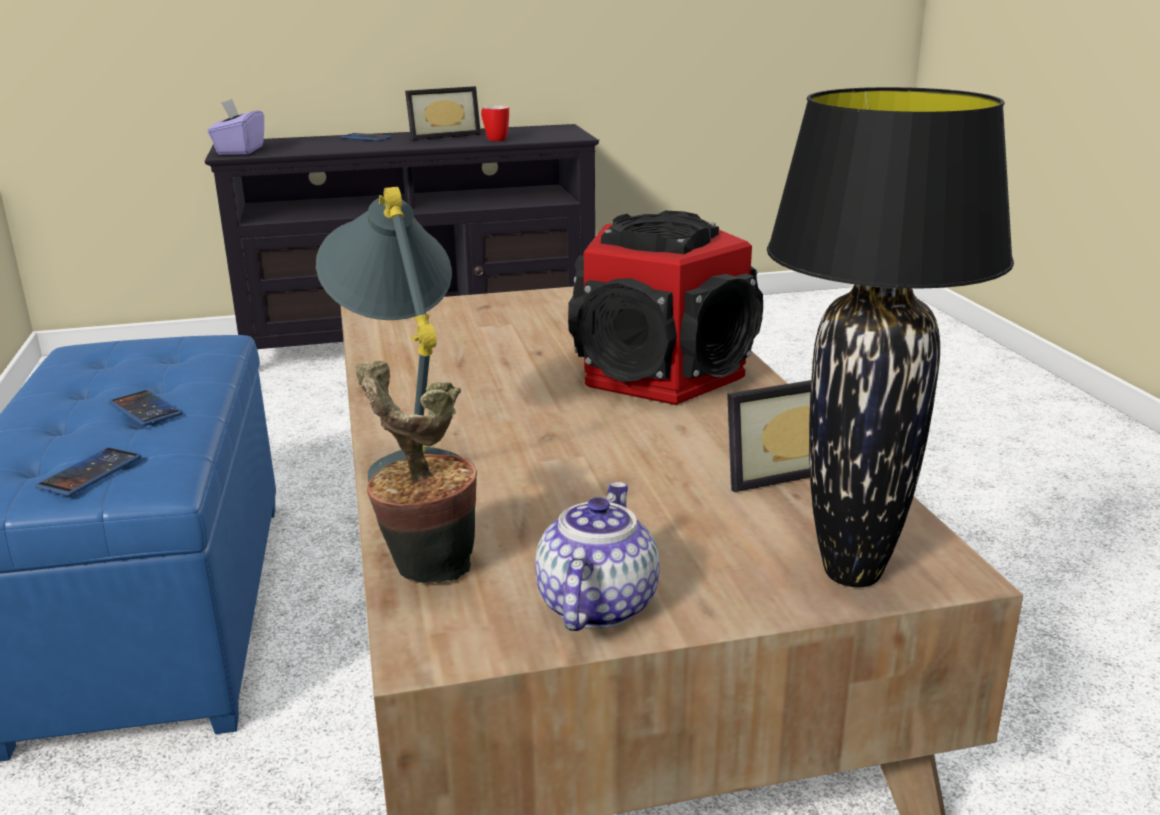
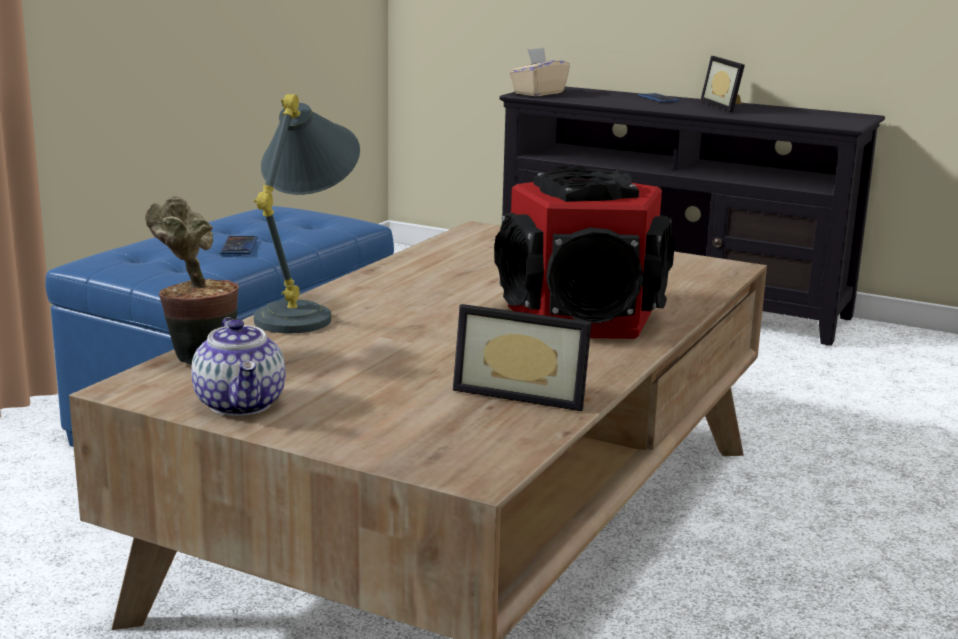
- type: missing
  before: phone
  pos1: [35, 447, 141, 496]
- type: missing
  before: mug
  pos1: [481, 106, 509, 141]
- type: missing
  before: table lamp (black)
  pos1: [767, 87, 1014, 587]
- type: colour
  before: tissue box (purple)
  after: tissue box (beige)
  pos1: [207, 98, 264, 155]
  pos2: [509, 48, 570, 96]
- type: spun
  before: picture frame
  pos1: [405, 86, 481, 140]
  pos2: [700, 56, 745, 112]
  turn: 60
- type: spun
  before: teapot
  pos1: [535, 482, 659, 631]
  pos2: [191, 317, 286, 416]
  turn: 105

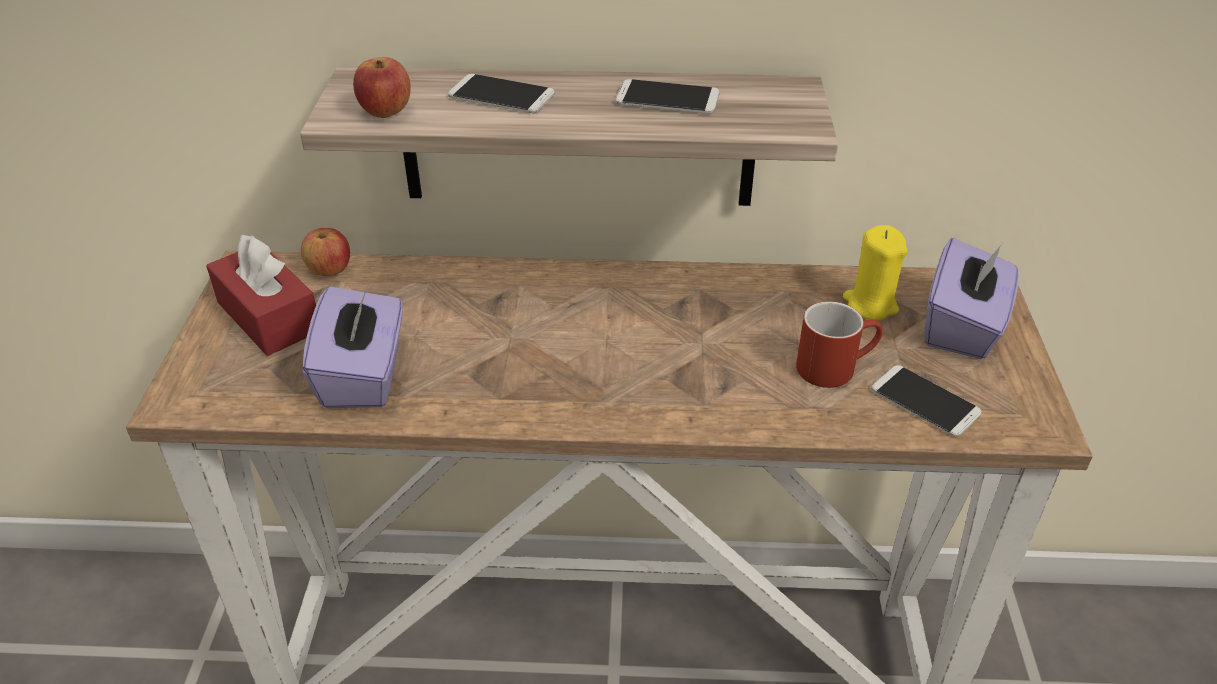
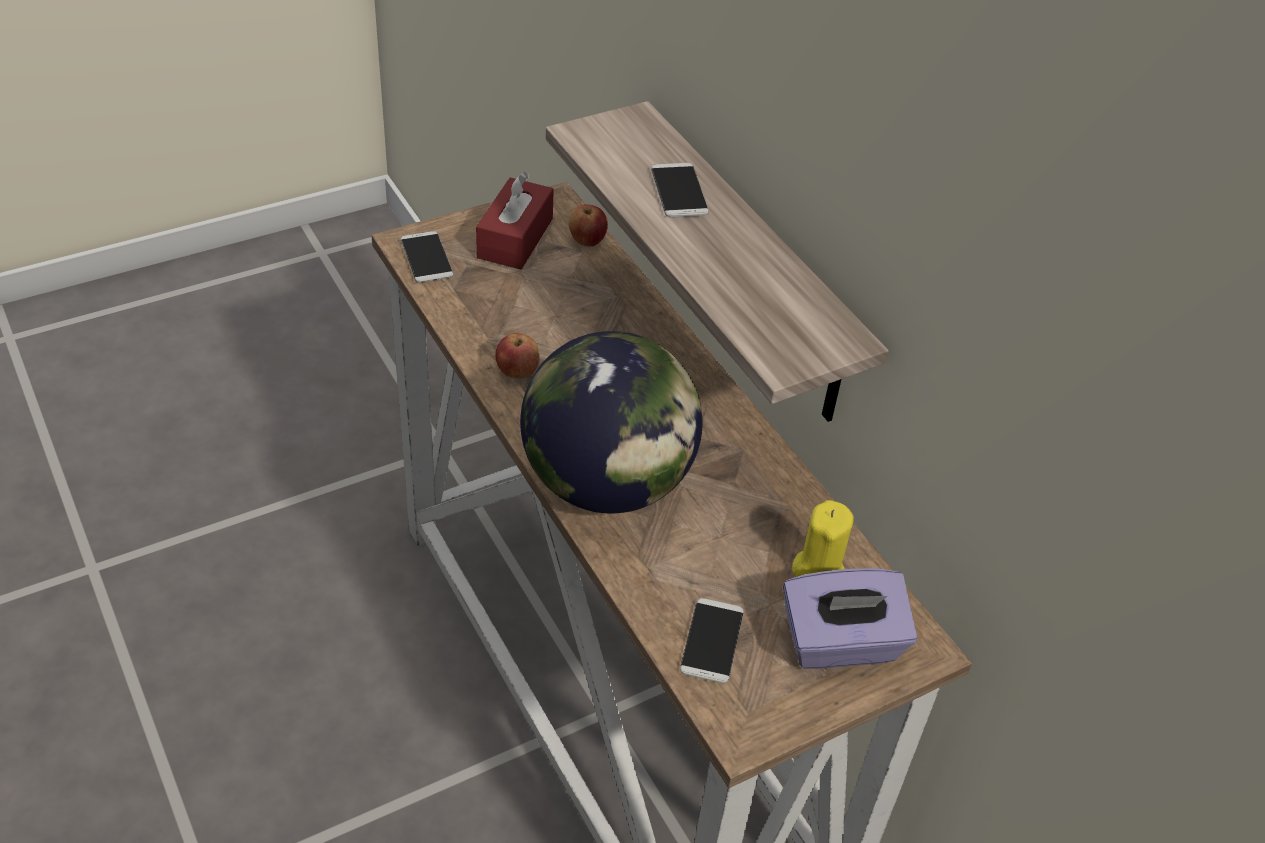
- type: missing
  before: tissue box (purple)
  pos1: [302, 283, 403, 408]
- type: missing
  before: mug (red)
  pos1: [796, 301, 883, 388]
- type: appeared
  after: globe
  pos2: [520, 331, 703, 513]
- type: relocated
  before: apple
  pos1: [353, 57, 411, 118]
  pos2: [495, 333, 540, 379]
- type: relocated
  before: phone
  pos1: [615, 79, 720, 114]
  pos2: [401, 231, 453, 283]

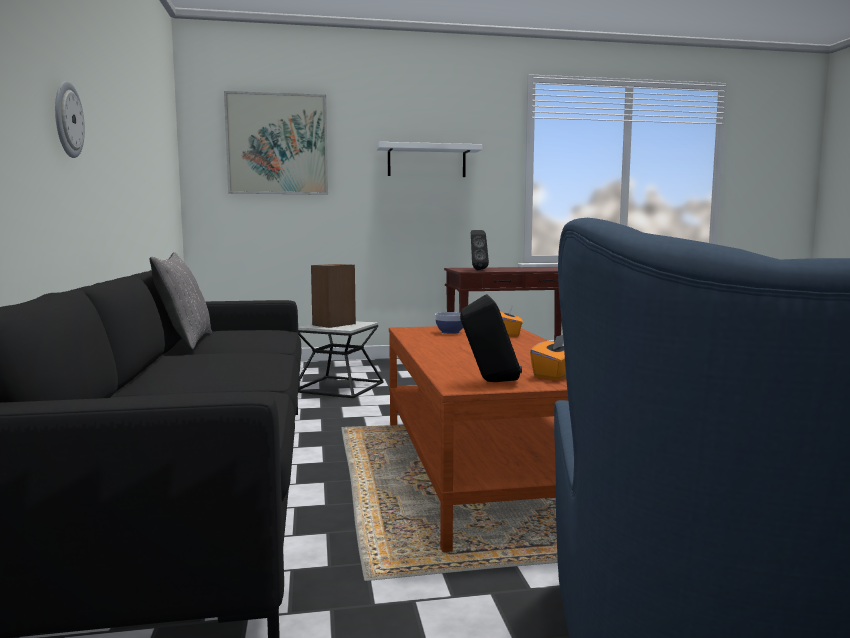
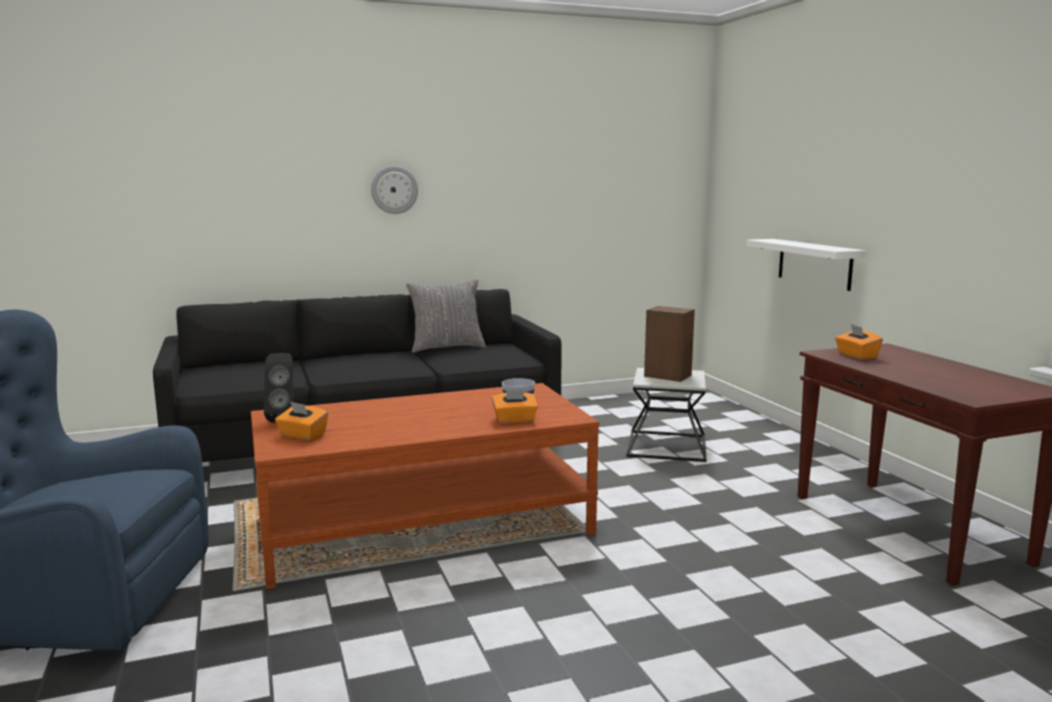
- type: missing
  before: picture
  pos1: [224, 91, 328, 195]
- type: relocated
  before: shelf (white)
  pos1: [376, 142, 483, 177]
  pos2: [747, 239, 866, 291]
- type: exchanged
  before: speaker (black)
  after: tissue box (orange)
  pos1: [471, 230, 489, 270]
  pos2: [835, 324, 883, 360]

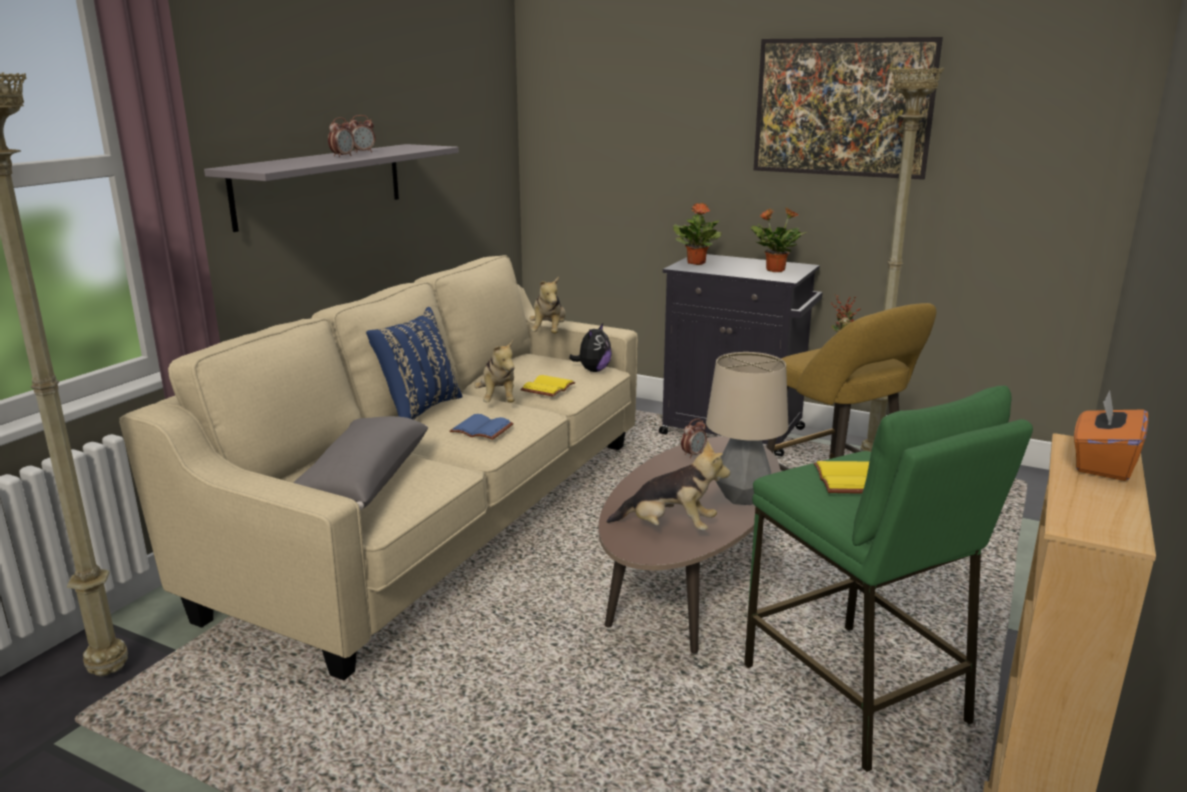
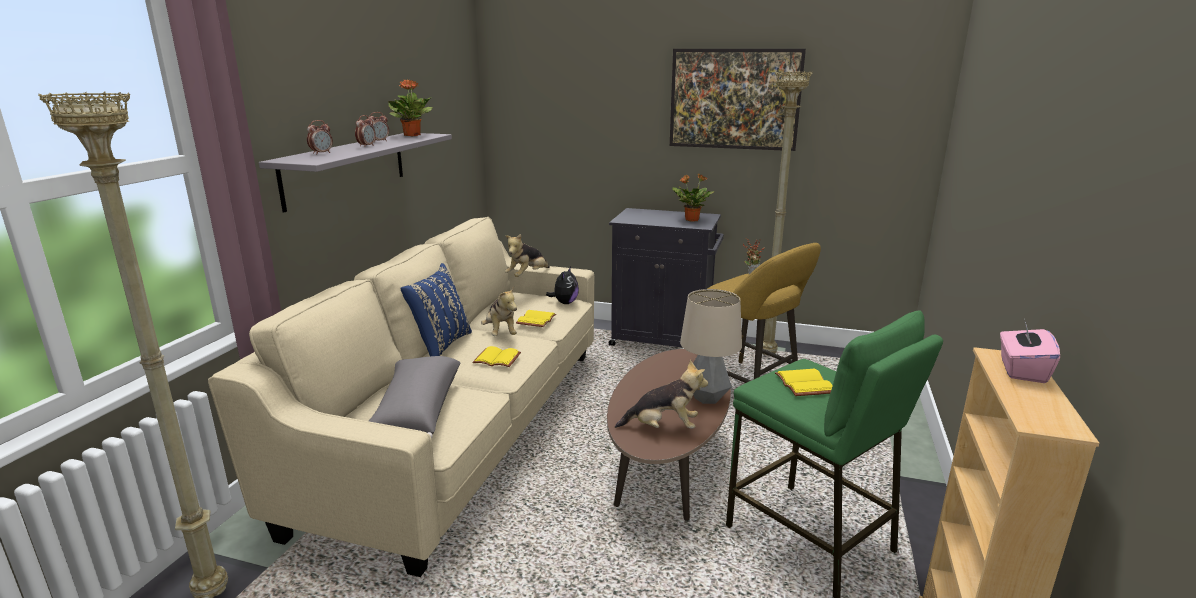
- type: relocated
  before: potted plant
  pos1: [673, 203, 722, 265]
  pos2: [388, 80, 433, 136]
- type: relocated
  before: alarm clock
  pos1: [681, 418, 707, 458]
  pos2: [307, 120, 333, 155]
- type: colour
  before: book (blue)
  after: book (yellow)
  pos1: [449, 414, 514, 440]
  pos2: [472, 346, 521, 367]
- type: colour
  before: tissue box (orange)
  after: tissue box (pink)
  pos1: [1074, 390, 1148, 481]
  pos2: [1000, 318, 1060, 383]
- type: spun
  before: plush toy
  pos1: [529, 277, 566, 333]
  pos2: [505, 234, 550, 277]
  turn: 45

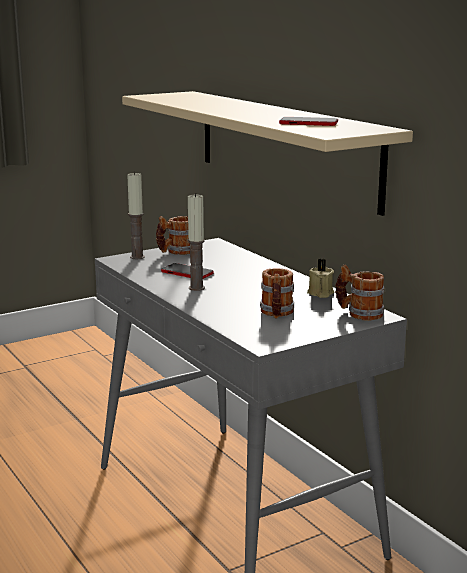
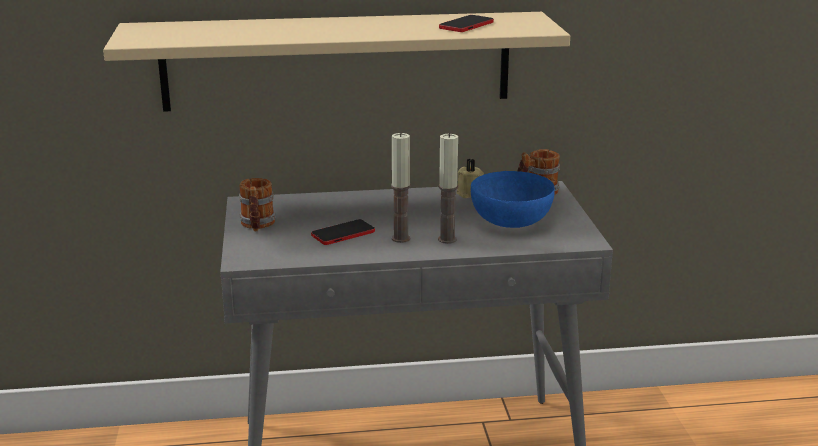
- type: relocated
  before: candle
  pos1: [127, 172, 145, 259]
  pos2: [438, 133, 458, 244]
- type: exchanged
  before: mug
  after: bowl (blue)
  pos1: [260, 268, 294, 318]
  pos2: [471, 171, 555, 228]

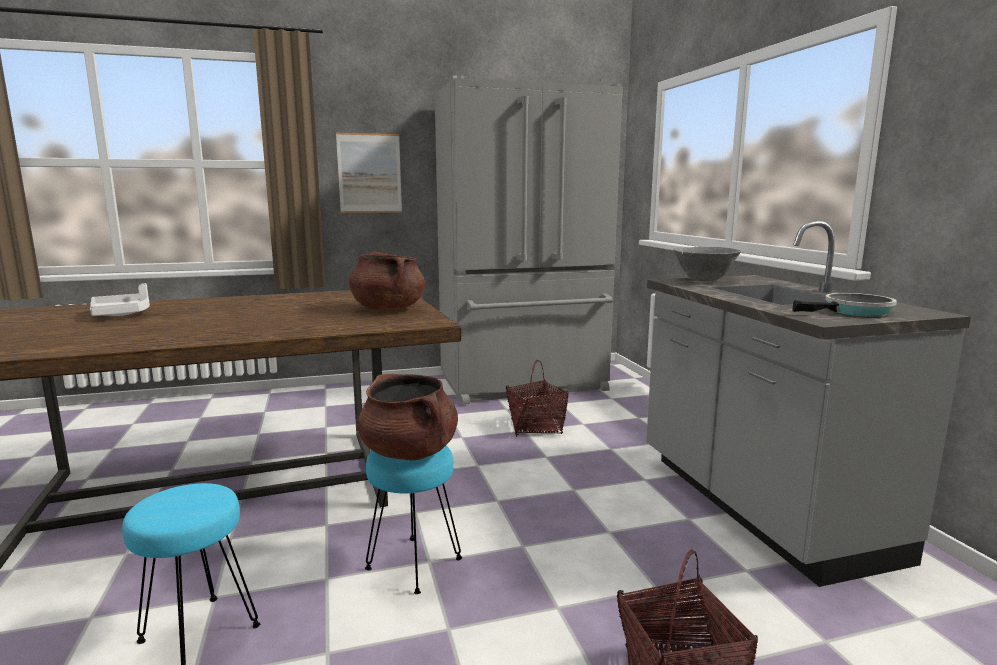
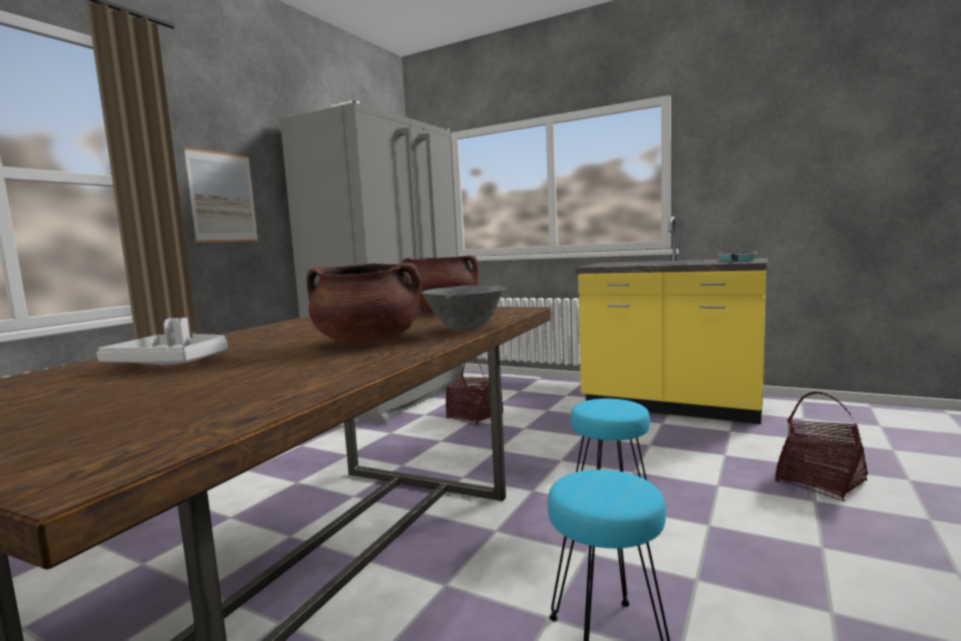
- type: relocated
  before: cooking pot (brown)
  pos1: [358, 374, 458, 461]
  pos2: [306, 262, 421, 343]
- type: relocated
  before: bowl (grey)
  pos1: [673, 247, 741, 281]
  pos2: [421, 285, 506, 330]
- type: colour
  before: counter (grey)
  after: counter (yellow)
  pos1: [646, 221, 971, 587]
  pos2: [575, 217, 768, 424]

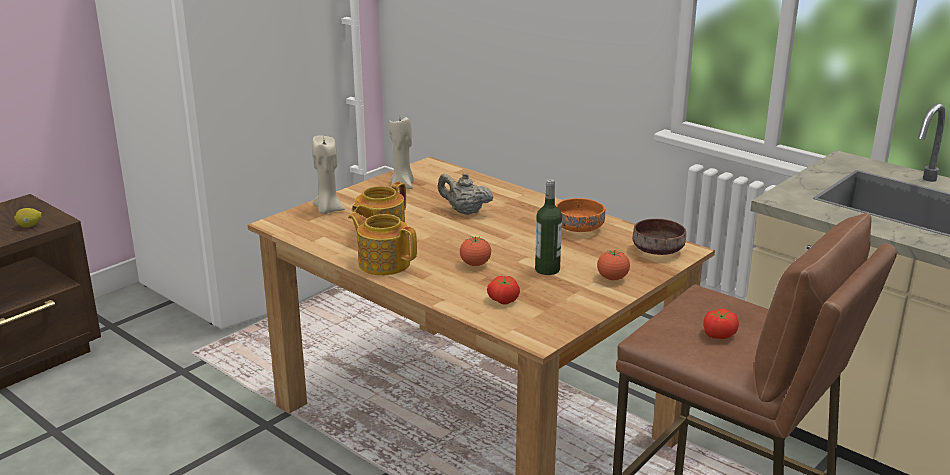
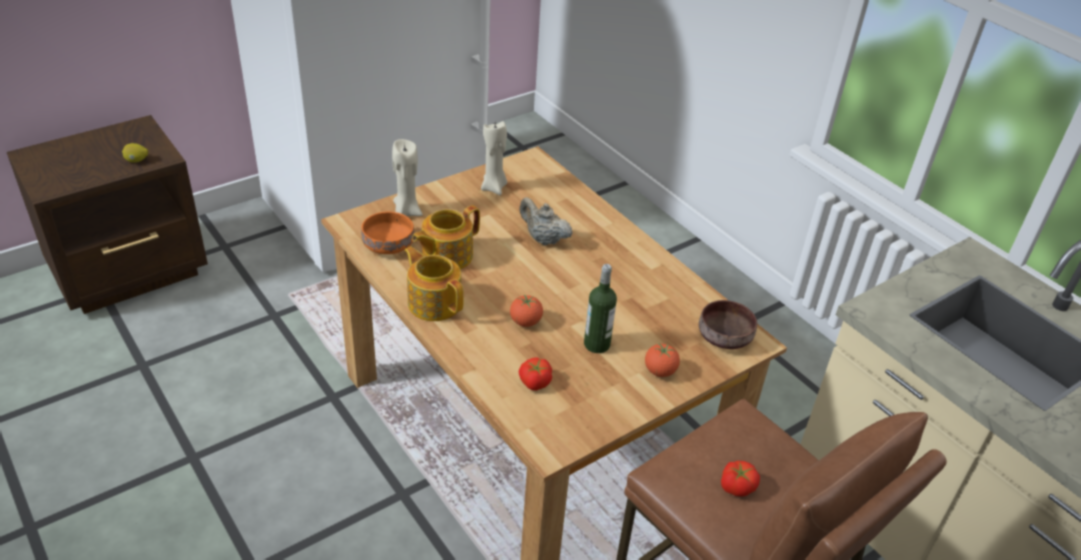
- type: relocated
  before: bowl (orange)
  pos1: [556, 198, 605, 232]
  pos2: [361, 212, 414, 254]

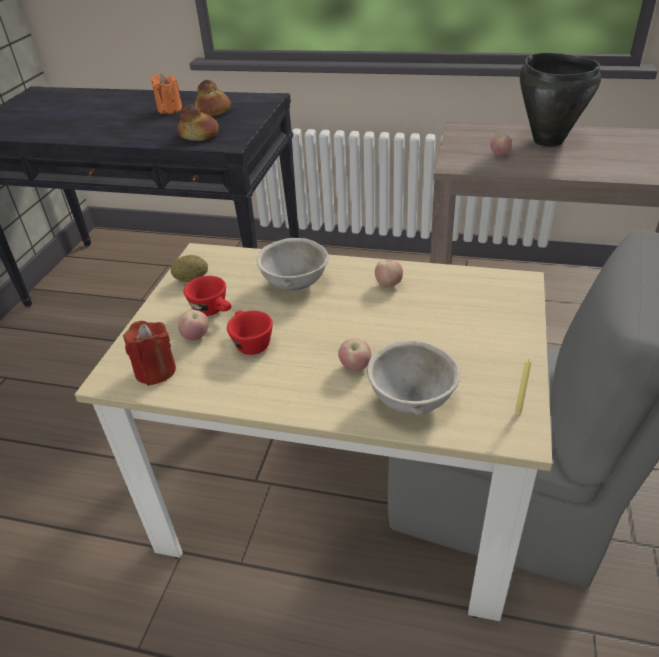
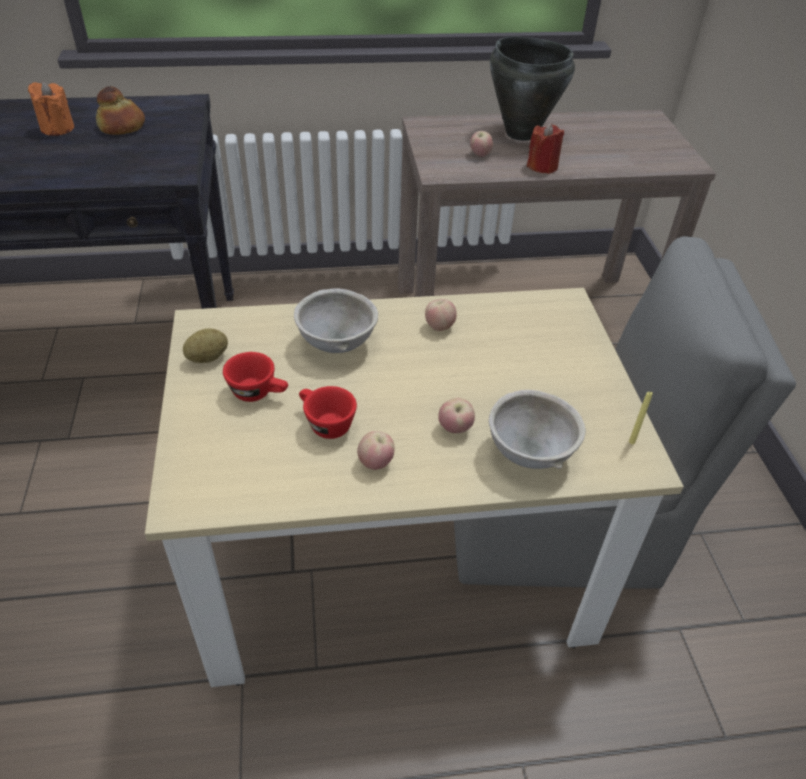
- type: missing
  before: bread
  pos1: [178, 104, 219, 141]
- type: relocated
  before: candle (red)
  pos1: [123, 321, 176, 386]
  pos2: [527, 123, 564, 174]
- type: relocated
  before: apple
  pos1: [178, 310, 209, 341]
  pos2: [357, 431, 395, 470]

